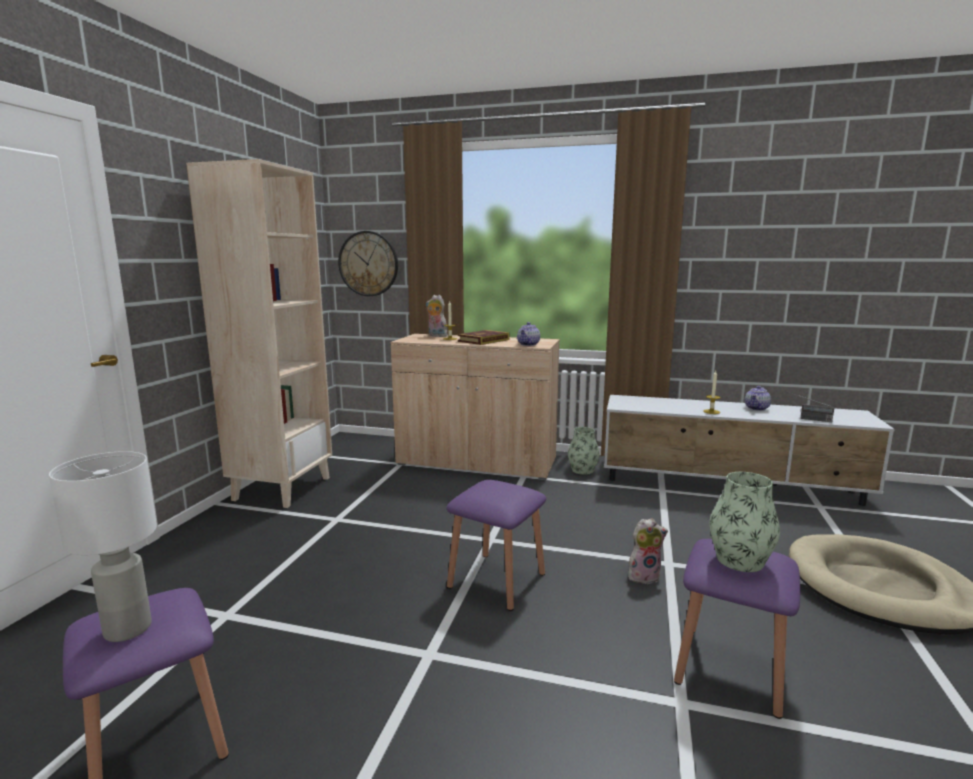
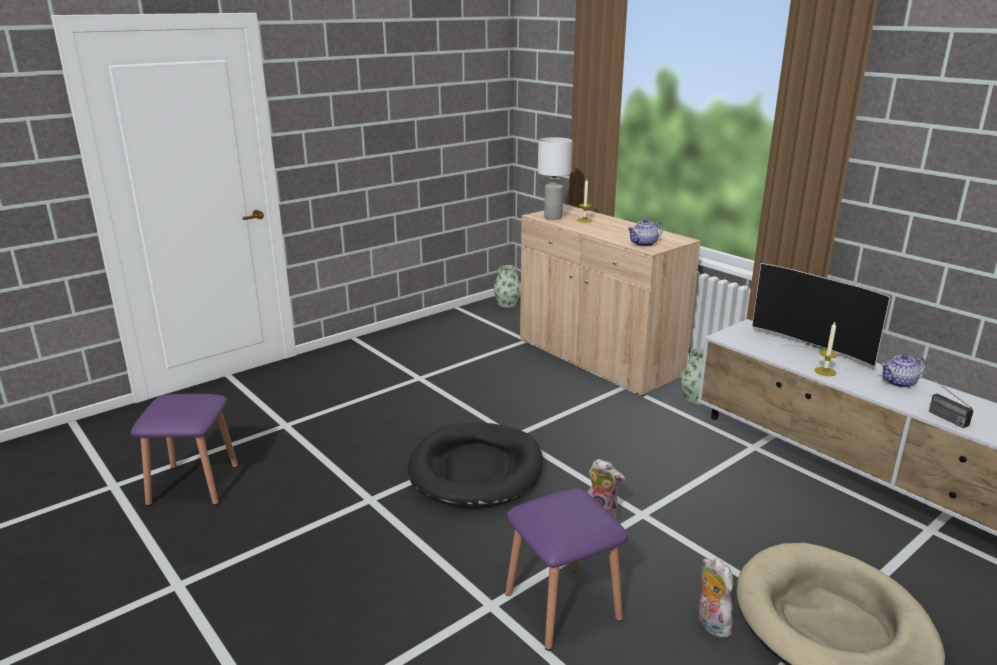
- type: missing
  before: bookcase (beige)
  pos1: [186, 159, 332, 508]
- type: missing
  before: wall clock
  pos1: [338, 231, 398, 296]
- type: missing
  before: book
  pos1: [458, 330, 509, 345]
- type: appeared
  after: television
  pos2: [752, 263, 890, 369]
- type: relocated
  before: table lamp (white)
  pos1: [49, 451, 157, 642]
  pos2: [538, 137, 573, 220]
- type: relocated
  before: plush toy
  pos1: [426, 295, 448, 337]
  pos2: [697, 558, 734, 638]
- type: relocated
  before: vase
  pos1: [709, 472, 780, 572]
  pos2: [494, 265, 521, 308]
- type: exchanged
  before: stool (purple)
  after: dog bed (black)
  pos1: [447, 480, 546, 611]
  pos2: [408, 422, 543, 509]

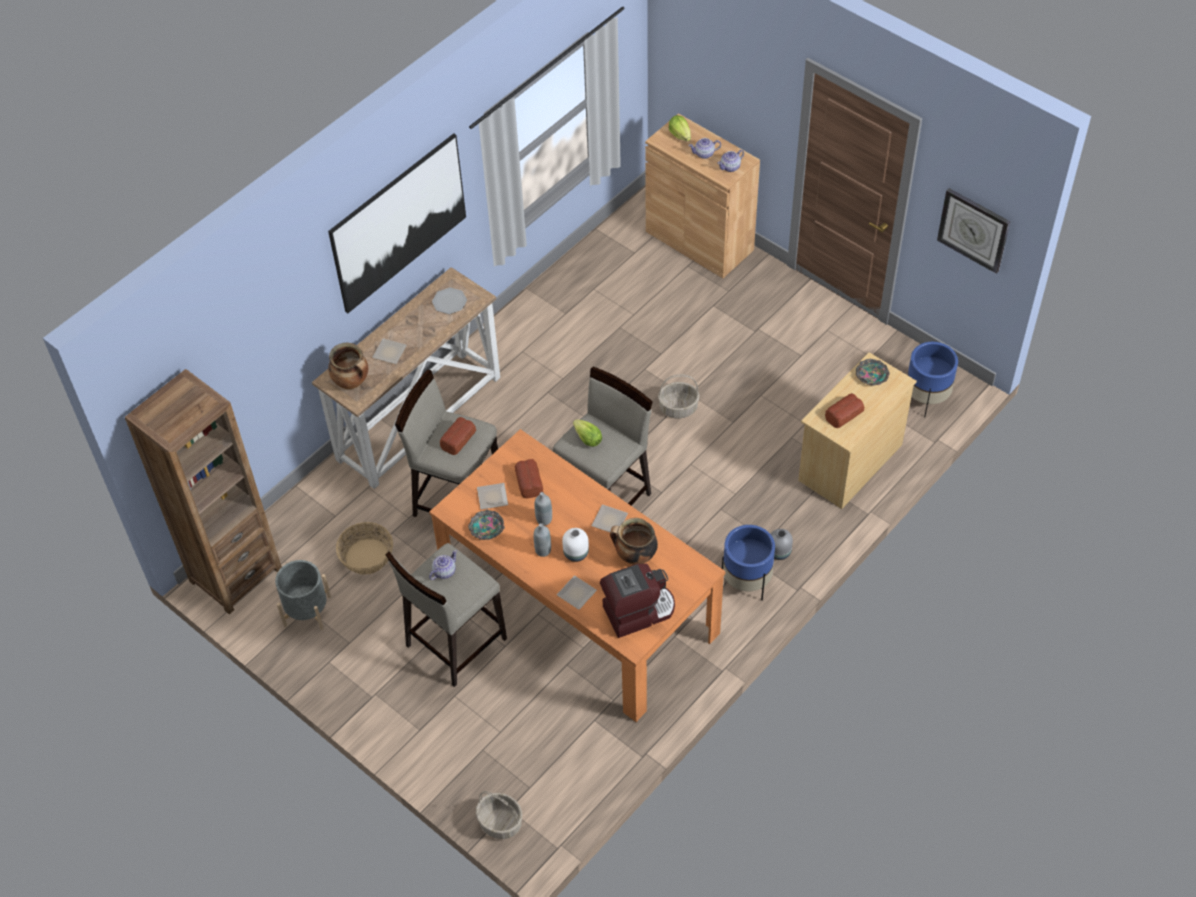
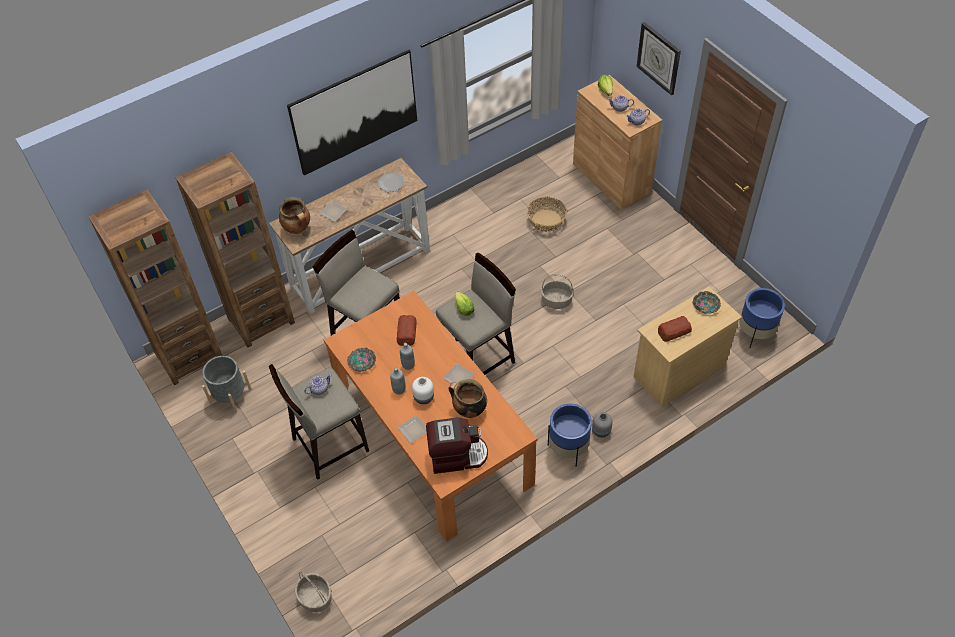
- type: missing
  before: bread
  pos1: [440, 417, 476, 455]
- type: missing
  before: plate
  pos1: [477, 483, 508, 510]
- type: appeared
  after: bookcase (brown)
  pos2: [176, 152, 295, 348]
- type: relocated
  before: basket
  pos1: [336, 522, 393, 575]
  pos2: [527, 197, 567, 232]
- type: relocated
  before: wall clock
  pos1: [937, 188, 1010, 274]
  pos2: [637, 22, 681, 96]

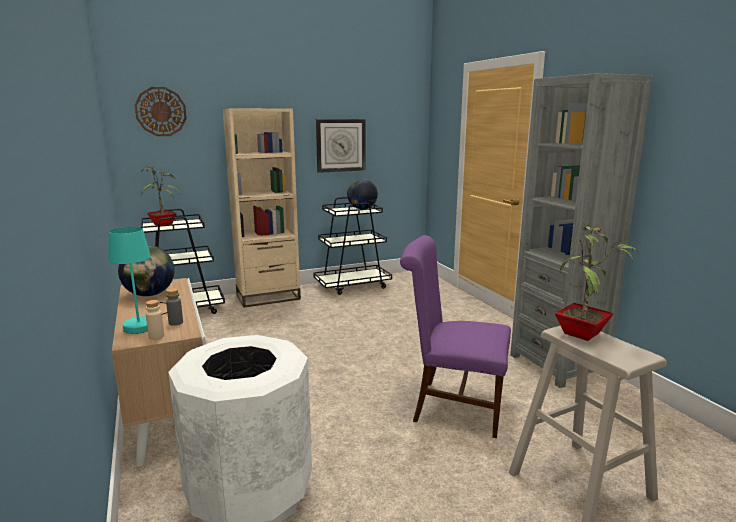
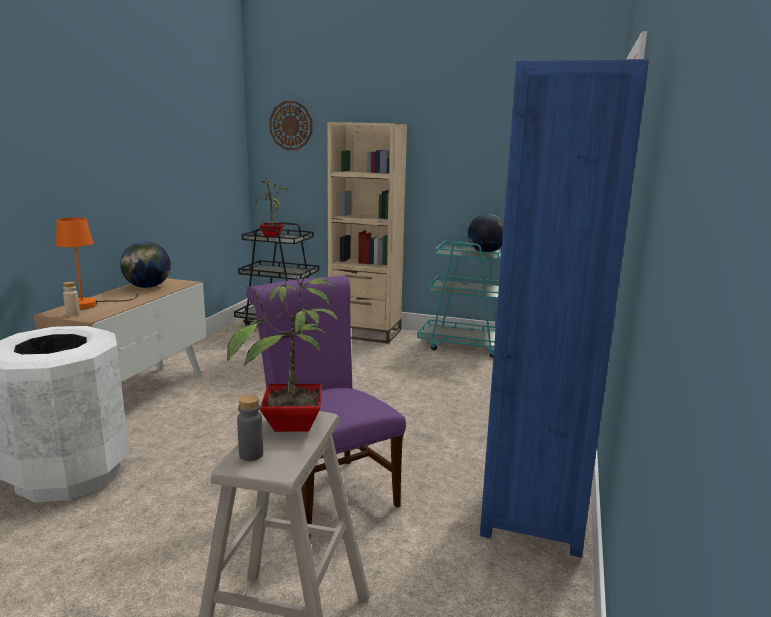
- type: missing
  before: wall clock
  pos1: [316, 119, 366, 173]
- type: relocated
  before: bottle (grey)
  pos1: [166, 288, 183, 326]
  pos2: [237, 395, 263, 461]
- type: colour
  before: table lamp (turquoise)
  after: table lamp (orange)
  pos1: [108, 227, 167, 334]
  pos2: [56, 217, 138, 310]
- type: colour
  before: cart (black)
  after: cart (turquoise)
  pos1: [313, 197, 392, 295]
  pos2: [417, 234, 502, 358]
- type: colour
  before: bookcase (grey)
  after: bookcase (blue)
  pos1: [510, 73, 653, 388]
  pos2: [480, 59, 649, 558]

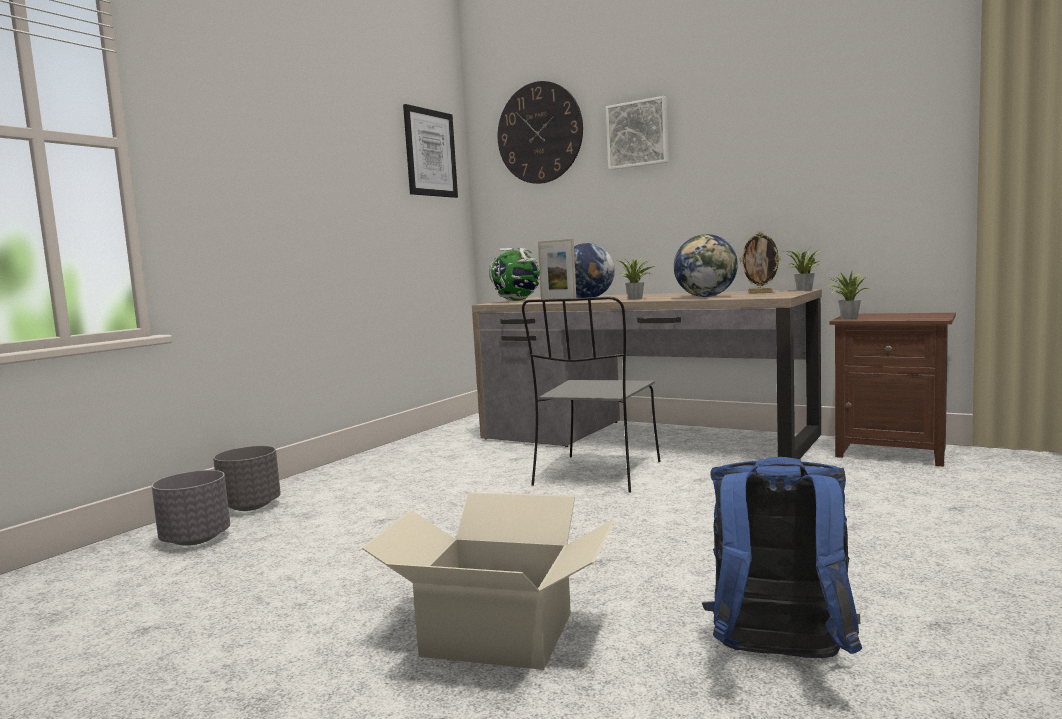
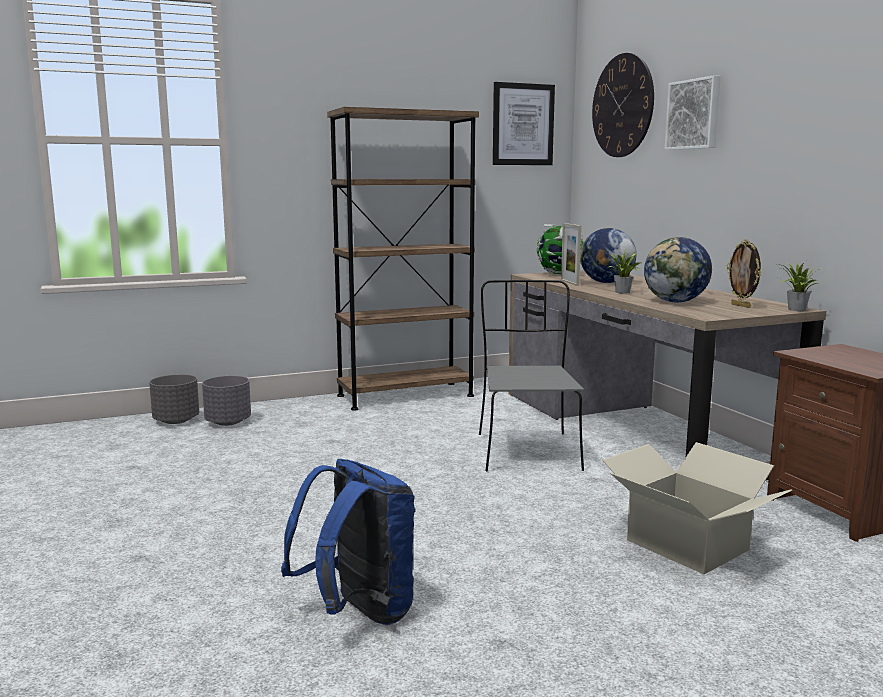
- type: missing
  before: potted plant
  pos1: [827, 272, 869, 319]
- type: appeared
  after: bookcase (brown)
  pos2: [327, 107, 479, 411]
- type: relocated
  before: planter (grey)
  pos1: [213, 446, 281, 511]
  pos2: [149, 374, 199, 424]
- type: relocated
  before: cardboard box
  pos1: [361, 492, 615, 670]
  pos2: [602, 442, 792, 574]
- type: spun
  before: chair (grey)
  pos1: [522, 297, 661, 493]
  pos2: [479, 280, 584, 471]
  turn: 120

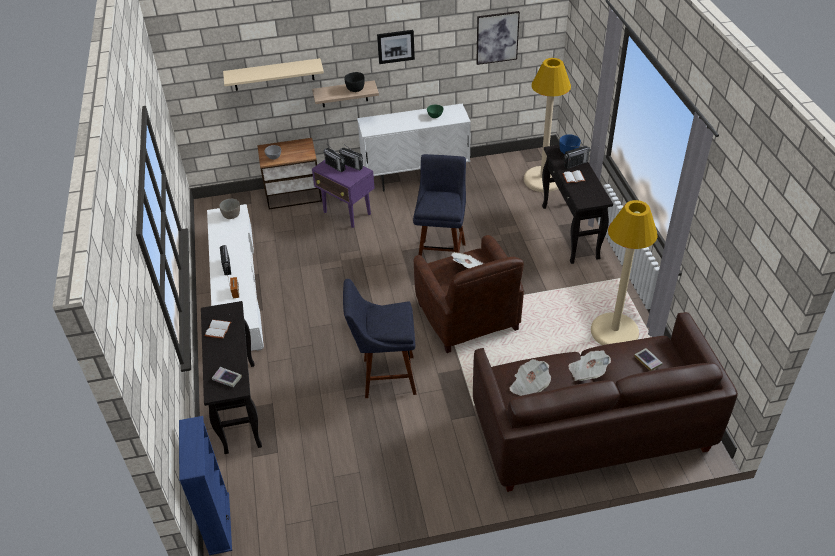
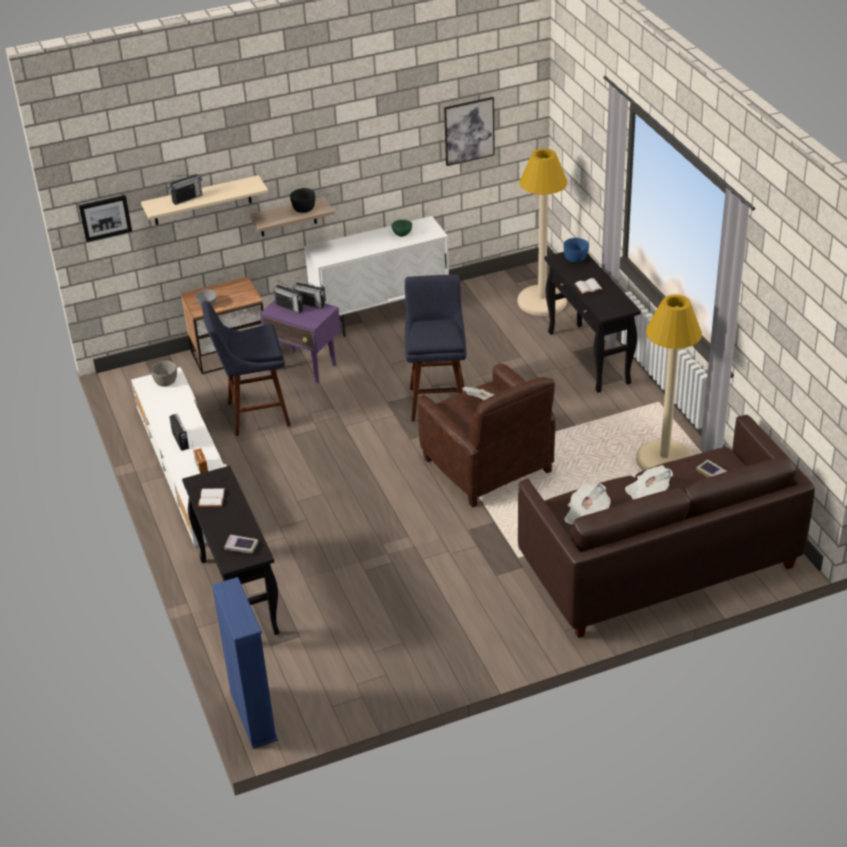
- type: relocated
  before: stool (blue)
  pos1: [343, 279, 417, 398]
  pos2: [202, 301, 291, 436]
- type: relocated
  before: picture
  pos1: [377, 30, 415, 64]
  pos2: [79, 195, 132, 242]
- type: relocated
  before: radio
  pos1: [564, 146, 591, 169]
  pos2: [168, 174, 202, 205]

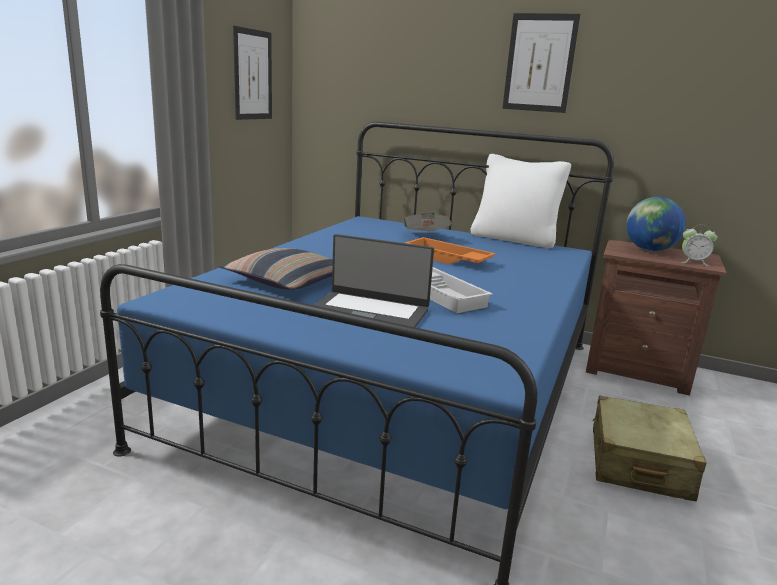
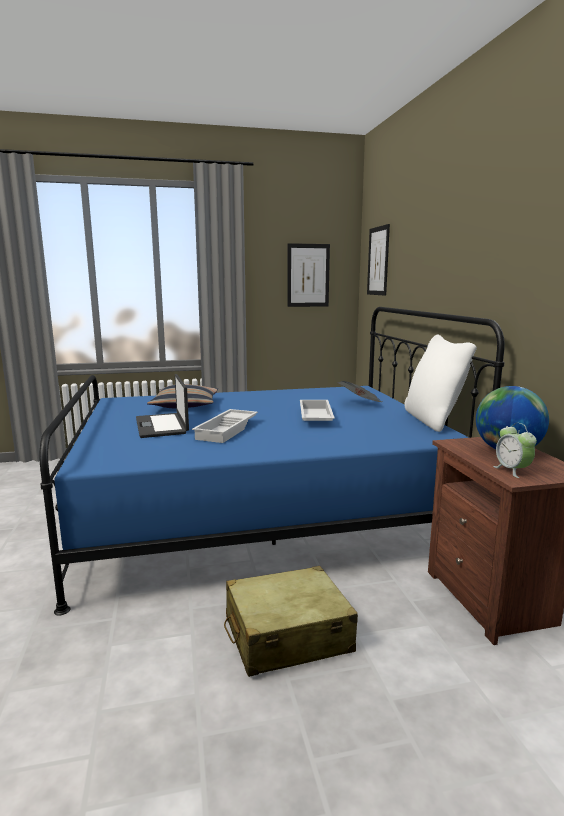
- type: relocated
  before: picture
  pos1: [502, 13, 580, 113]
  pos2: [367, 224, 390, 296]
- type: colour
  before: tray (orange)
  after: tray (white)
  pos1: [405, 237, 496, 264]
  pos2: [300, 400, 335, 421]

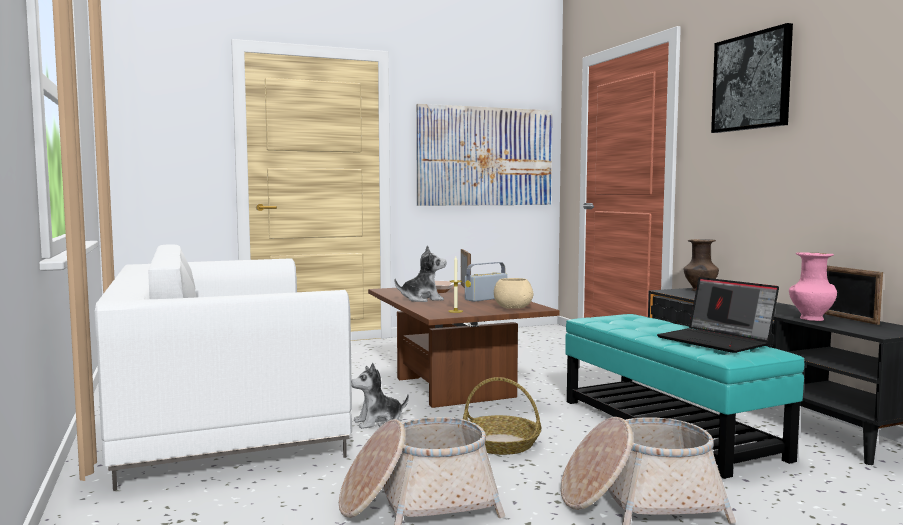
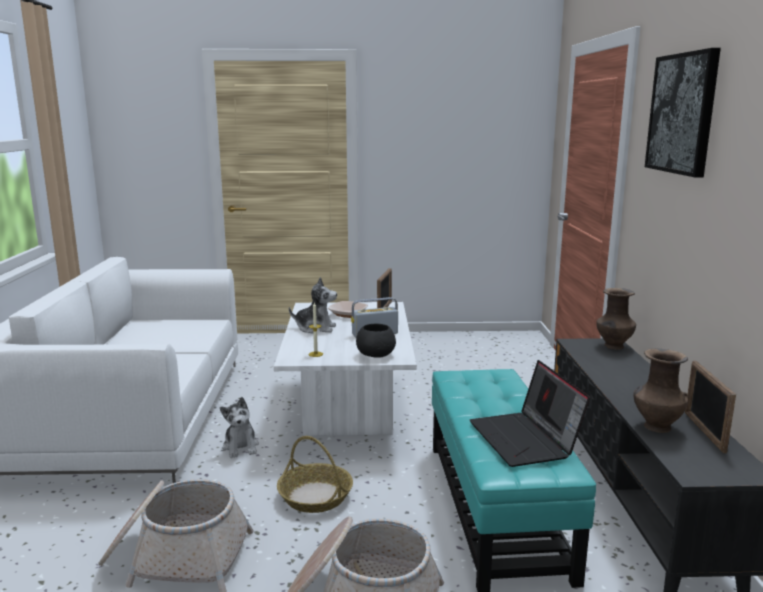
- type: missing
  before: picture
  pos1: [416, 104, 552, 206]
- type: colour
  before: coffee table (brown)
  after: coffee table (white)
  pos1: [368, 284, 560, 408]
  pos2: [274, 302, 417, 436]
- type: colour
  before: bowl (beige)
  after: bowl (black)
  pos1: [494, 278, 533, 309]
  pos2: [356, 324, 396, 358]
- type: colour
  before: vase (pink)
  after: vase (brown)
  pos1: [789, 252, 837, 321]
  pos2: [633, 349, 688, 433]
- type: spun
  before: plush toy
  pos1: [351, 363, 409, 429]
  pos2: [220, 397, 259, 458]
  turn: -105

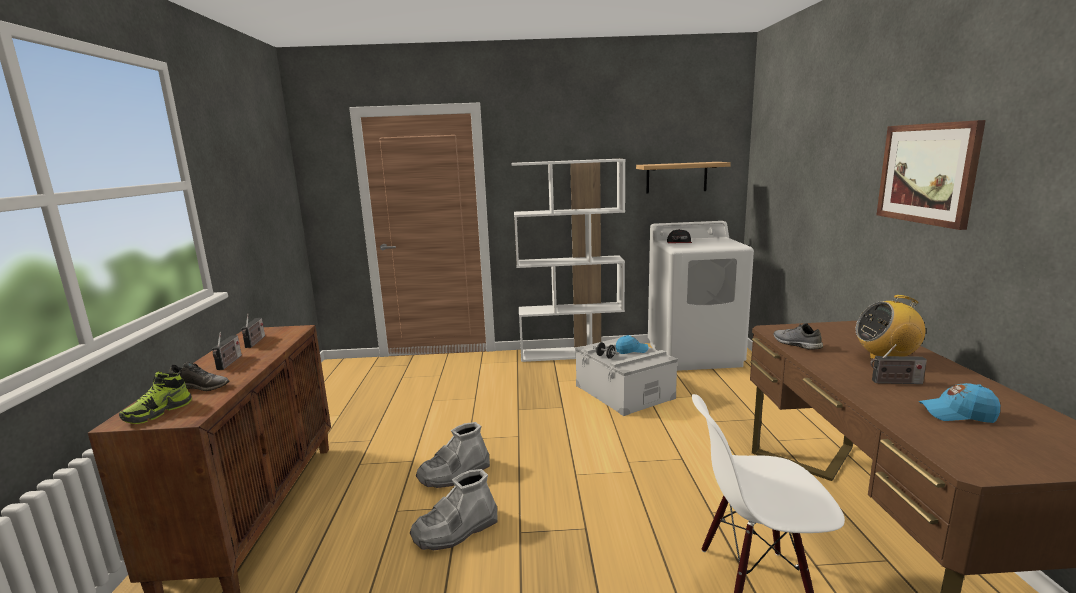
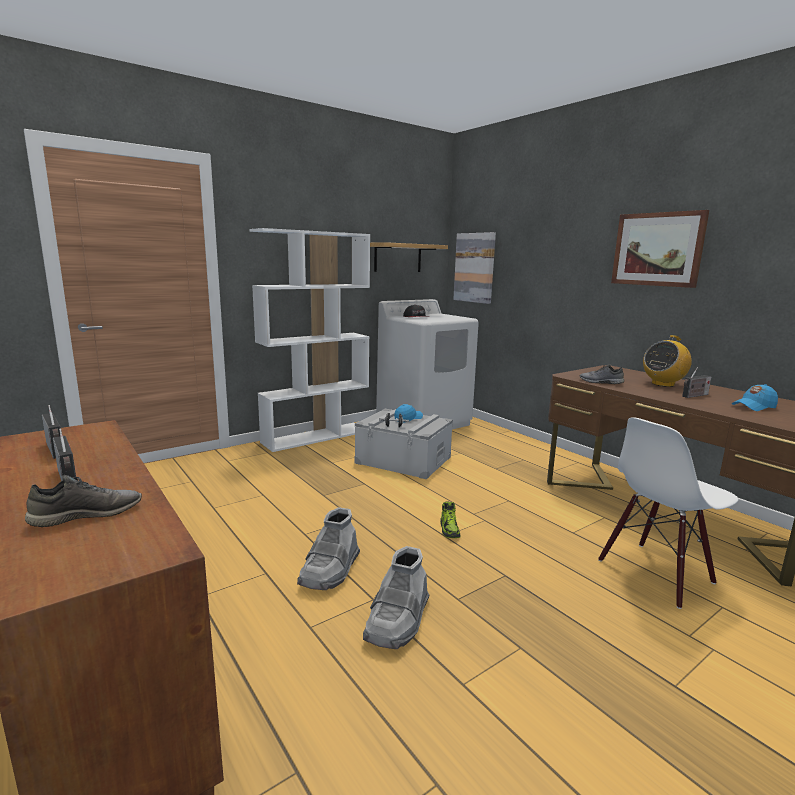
- type: appeared
  after: picture
  pos2: [453, 232, 496, 304]
- type: relocated
  before: shoe
  pos1: [119, 372, 192, 424]
  pos2: [440, 501, 460, 538]

